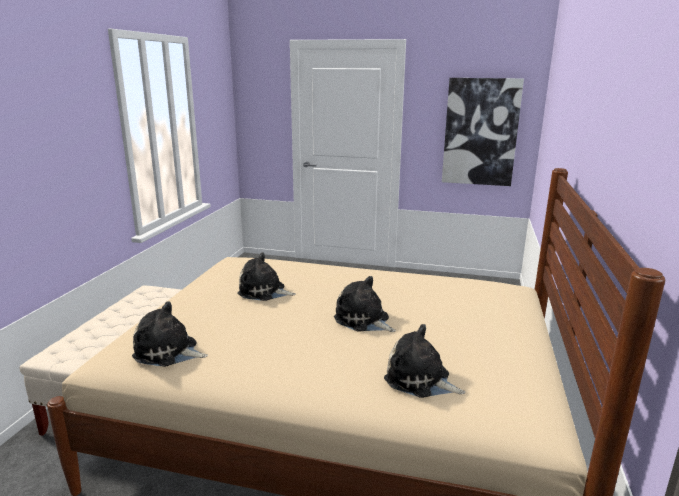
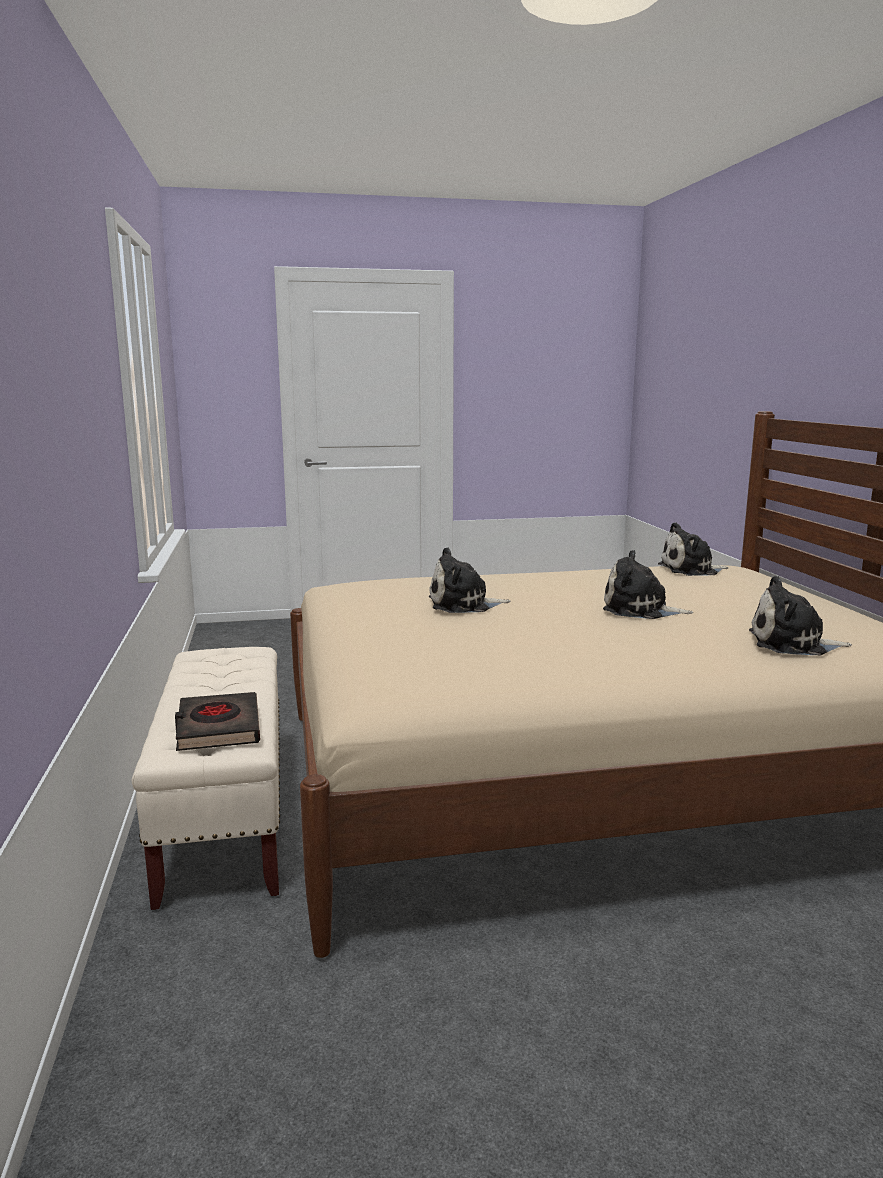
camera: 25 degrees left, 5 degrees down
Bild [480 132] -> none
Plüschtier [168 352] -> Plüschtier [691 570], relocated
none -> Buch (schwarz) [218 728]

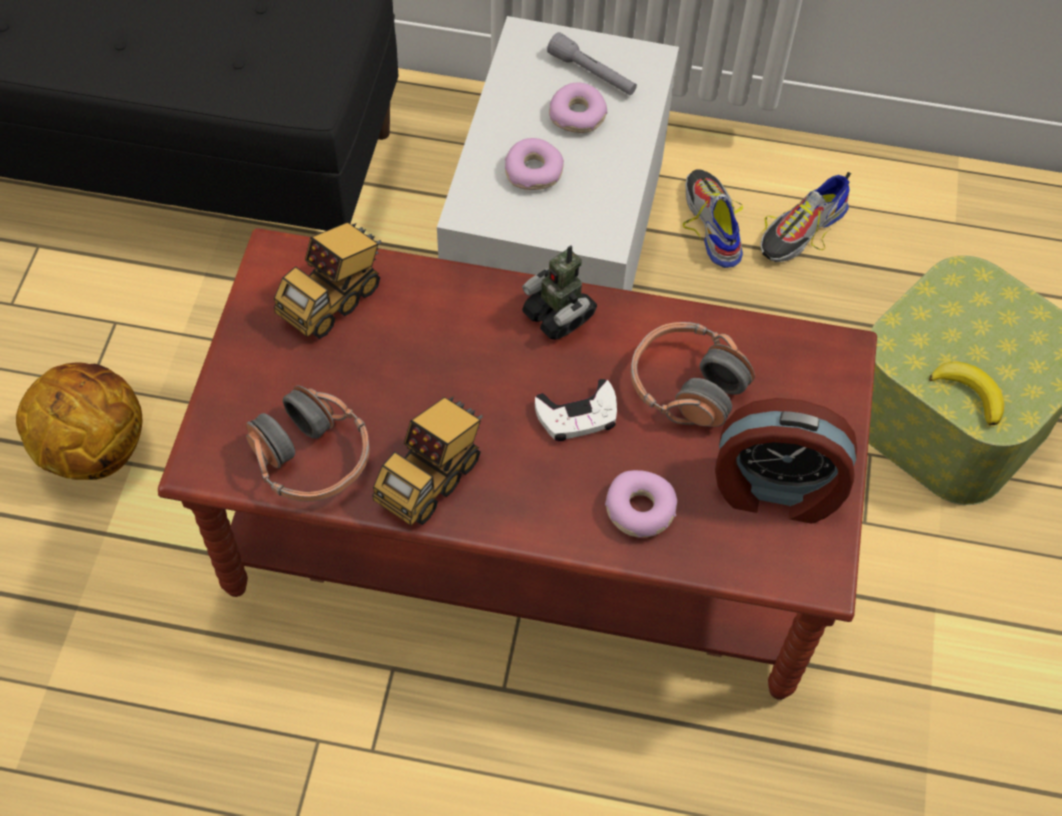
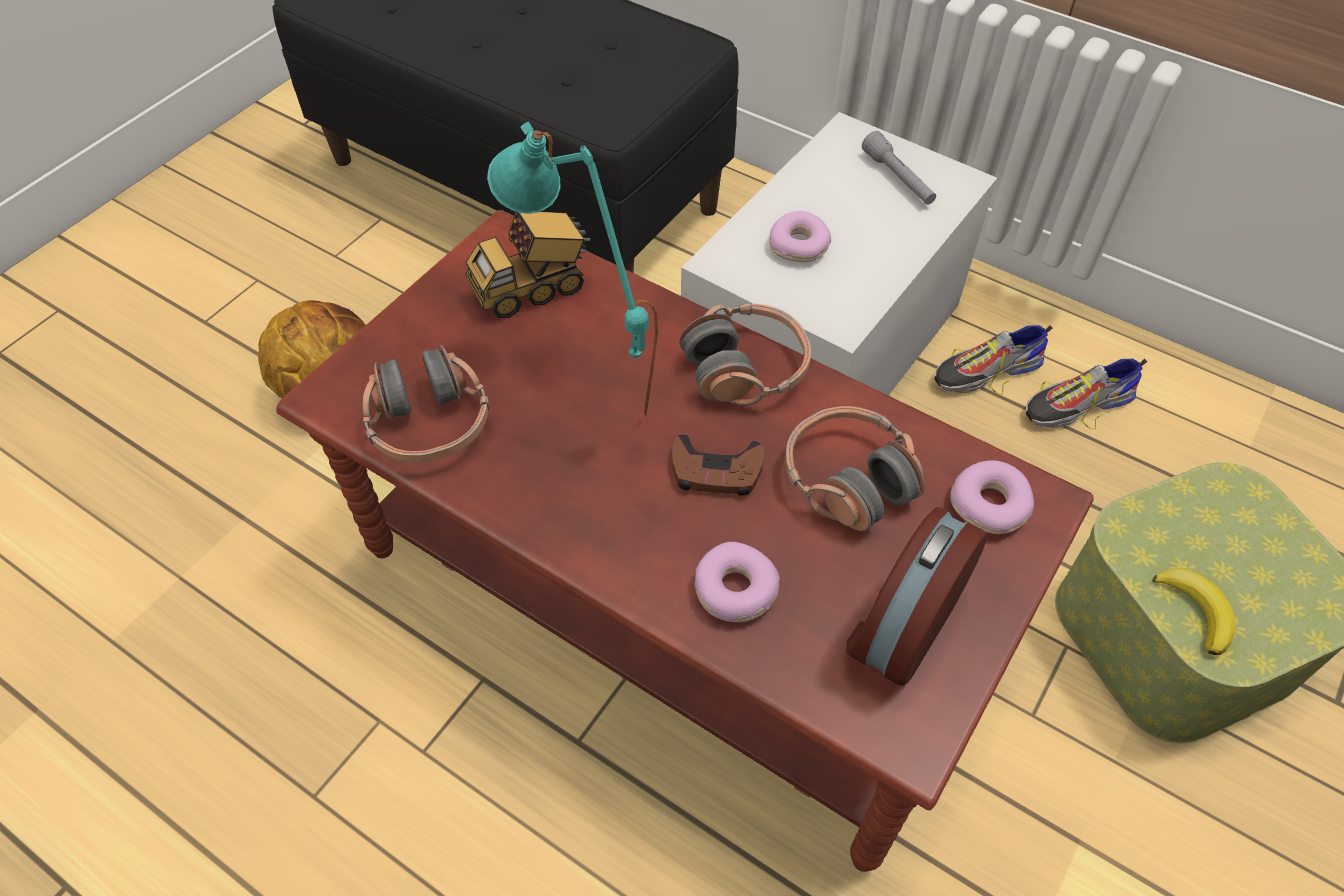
camera: 25 degrees right, 5 degrees down
Donut [578 115] -> Donut [989 505], relocated
Schuh [712 223] -> Schuh [986 371], 120 degrees counterclockwise
Spielzeugroboter [559 315] -> Kopfhörer [746 369]
Gamepad (weiß) [578 415] -> Gamepad (braun) [716 471]
Spielzeuglaster [431 478] -> none
Wecker [776 490] -> Wecker [900 624], 90 degrees clockwise
none -> Tischlampe (türkis) [585 384]

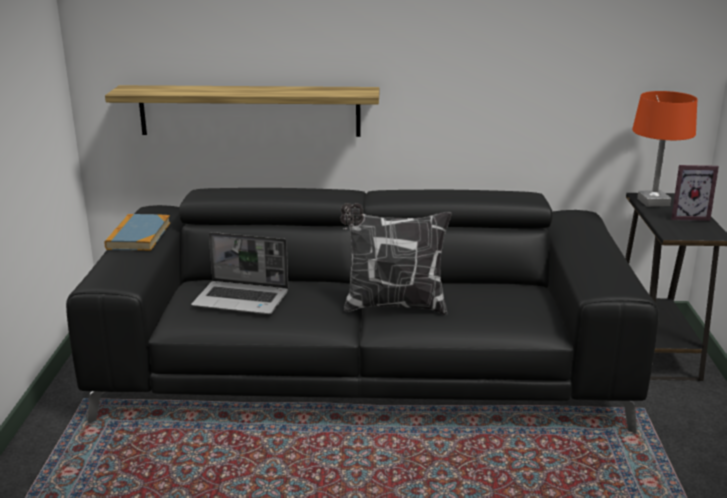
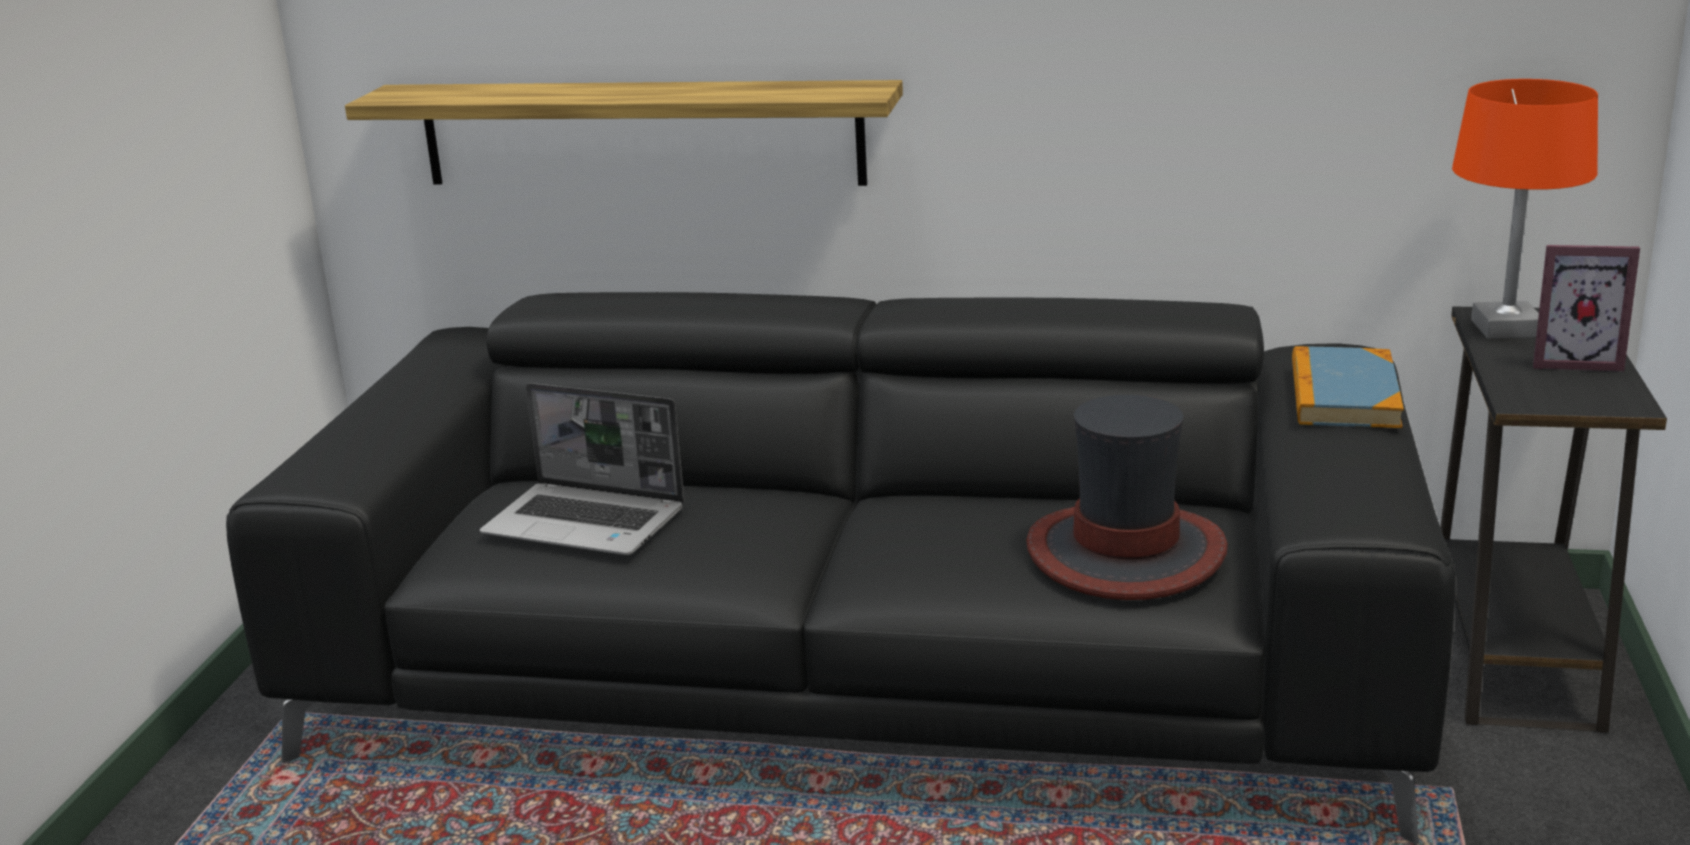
camera: 10 degrees right, 0 degrees up
Kissen [393 305] -> none
Buch [138 236] -> Buch [1343 395], relocated
none -> Hut [1126 552]

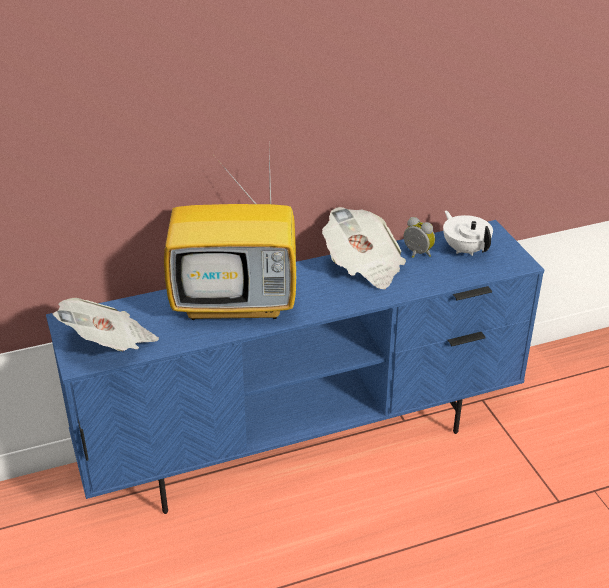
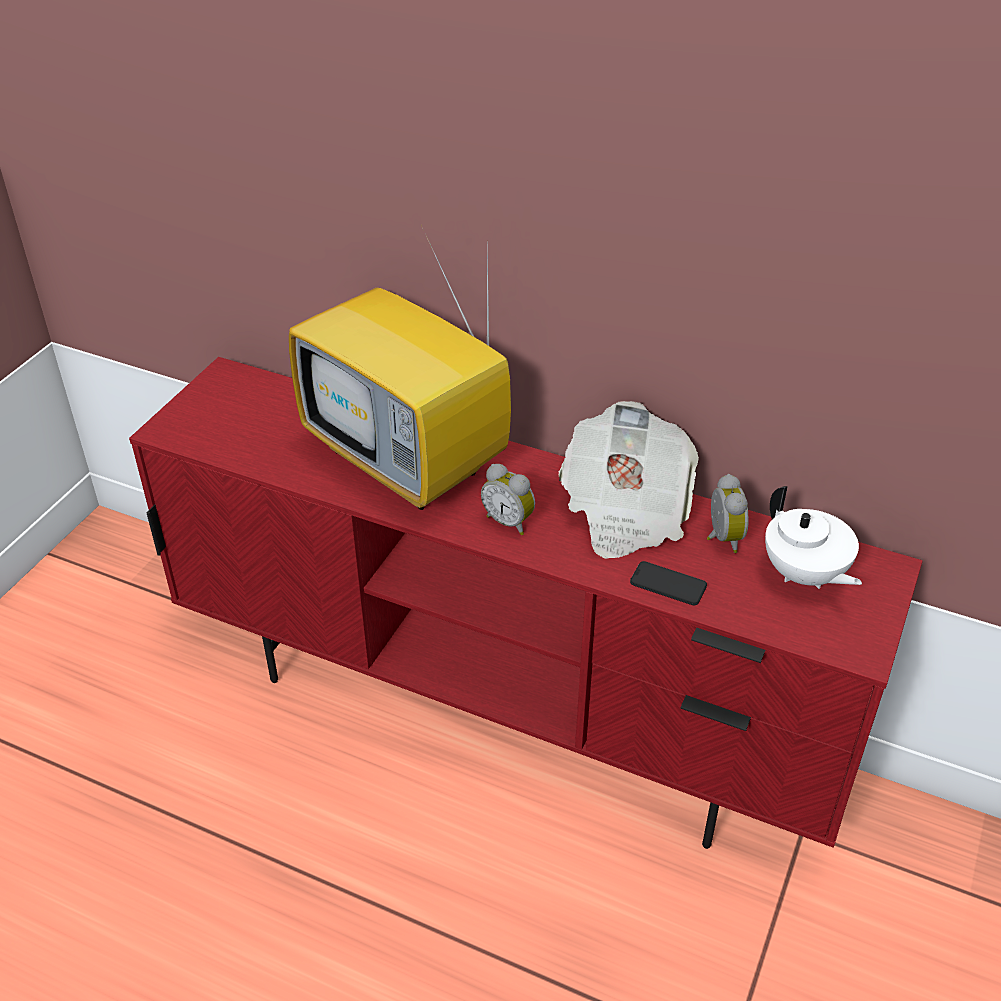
camera: 45 degrees right, 5 degrees up
Teekanne (weiß) [465 249] -> Teekanne (weiß) [804 575], 135 degrees clockwise
Fernsehschrank (blau) [305 443] -> Fernsehschrank (rot) [506 715]
Zeitung [110 344] -> none
none -> Wecker [509 521]
none -> Handy [668 584]

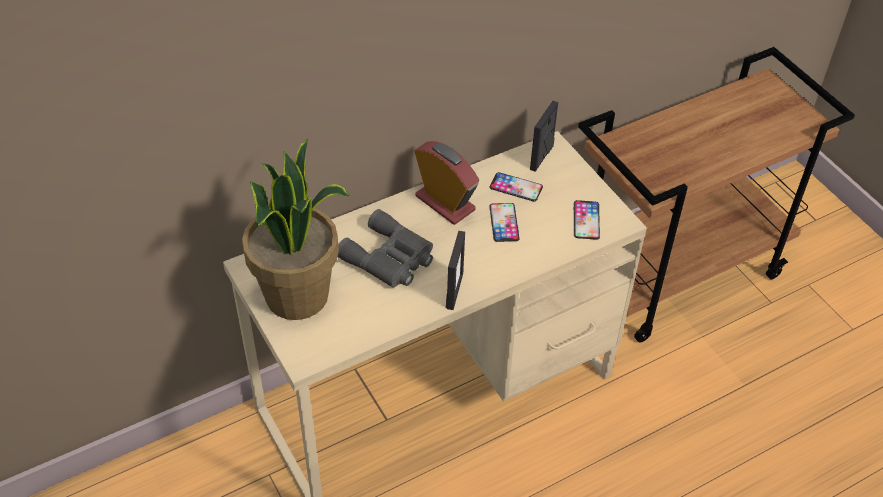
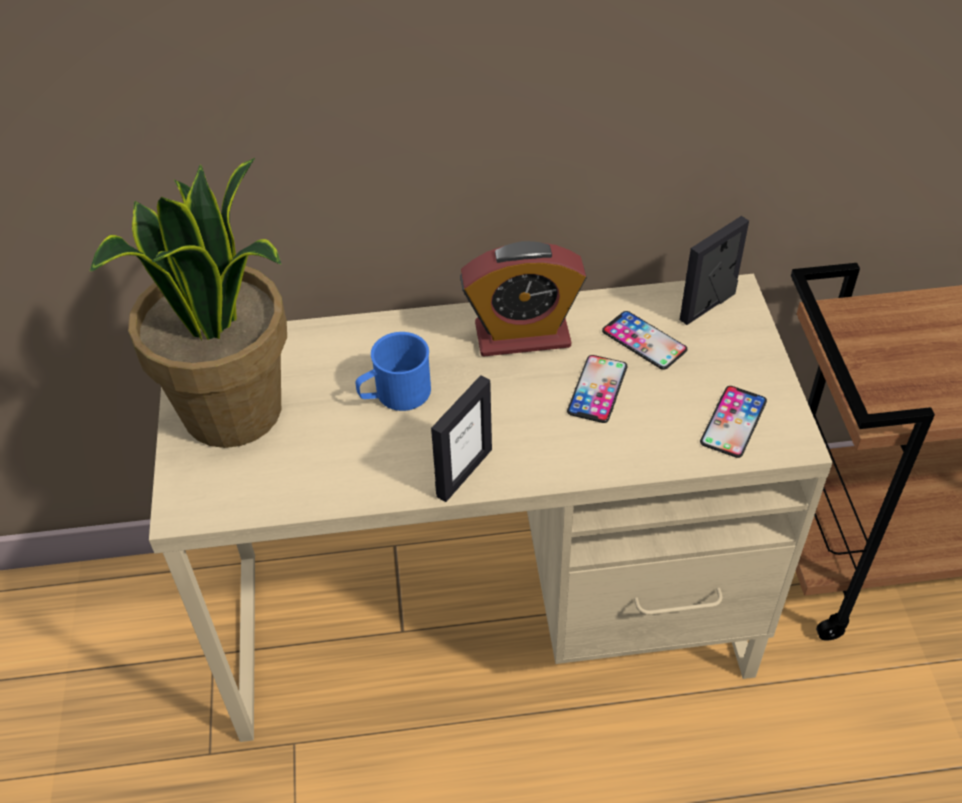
camera: 25 degrees right, 0 degrees up
Wecker [445 203] -> Wecker [522 335], 105 degrees clockwise
Fernglas (grau) [389 258] -> Henkelbecher (blau) [395 395]

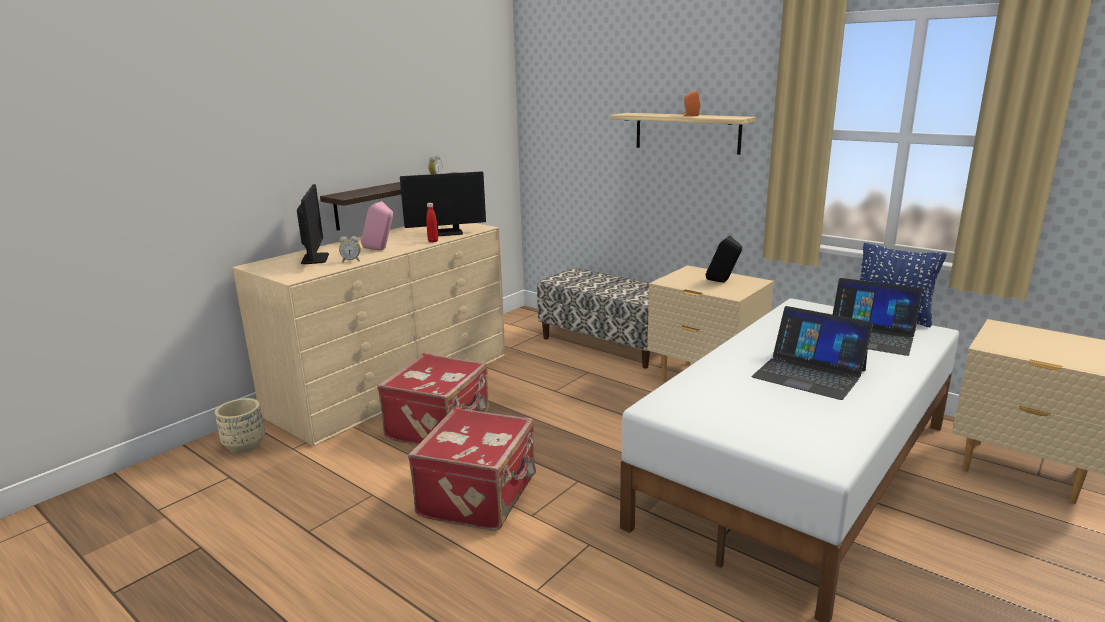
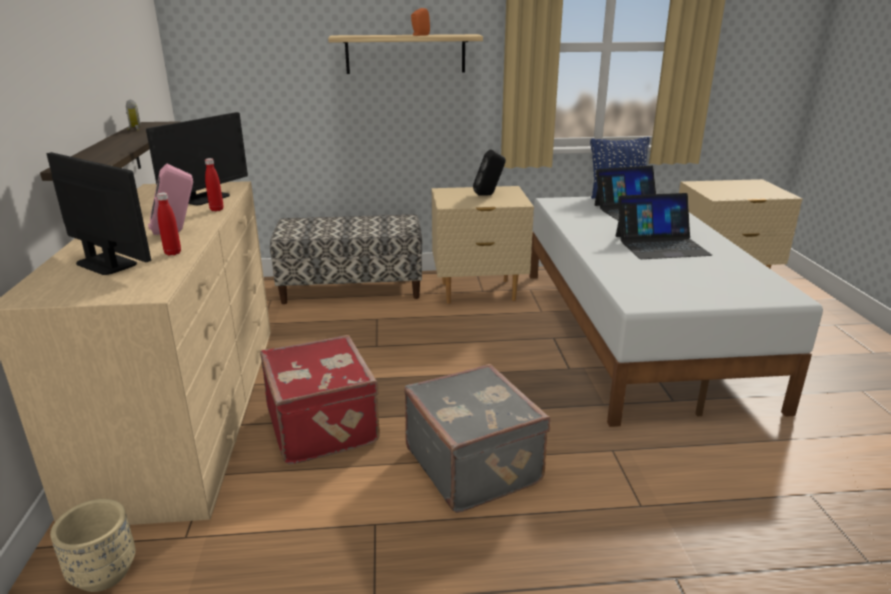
camera: 45 degrees left, 5 degrees up
Wecker [351 261] -> Flasche (rot) [173 253]
Koffer (rot) [480 496] -> Koffer (grau) [474 464]

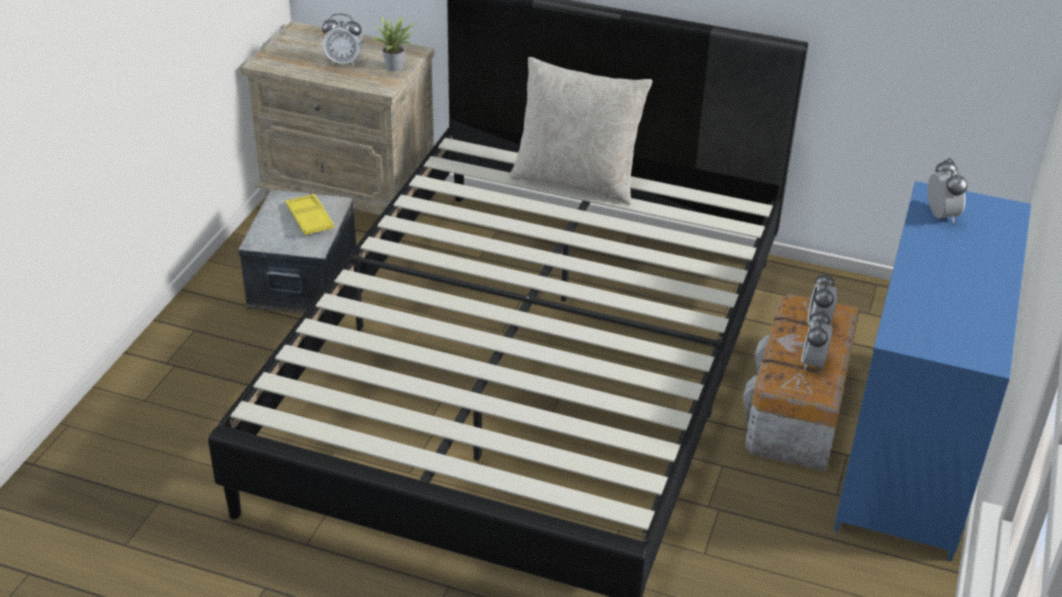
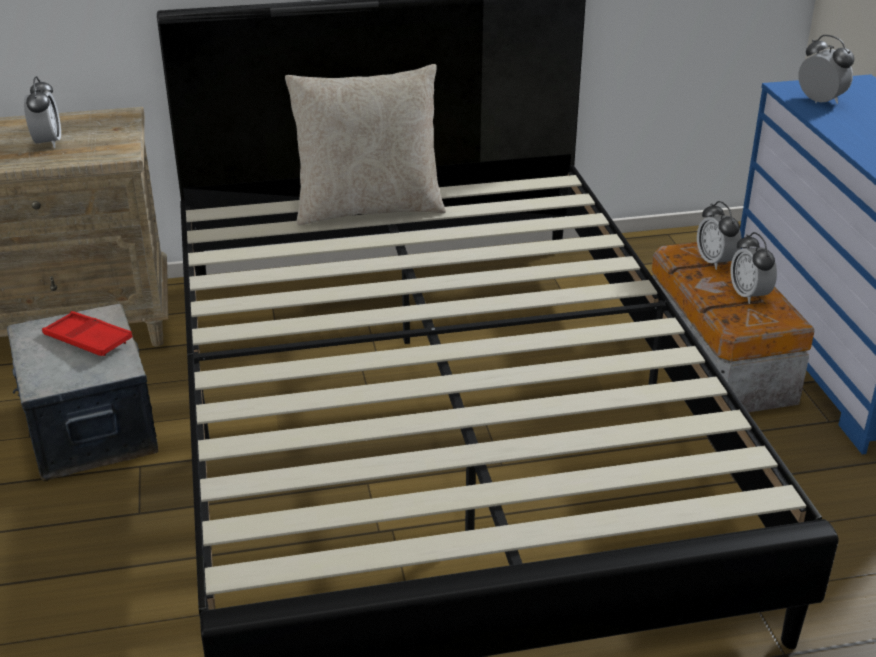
camera: 30 degrees left, 5 degrees down
Wecker [344 62] -> Wecker [47 143], 75 degrees counterclockwise
Topfpflanze [396 67] -> none
Tablett (gelb) [310 219] -> Tablett (rot) [88 340]

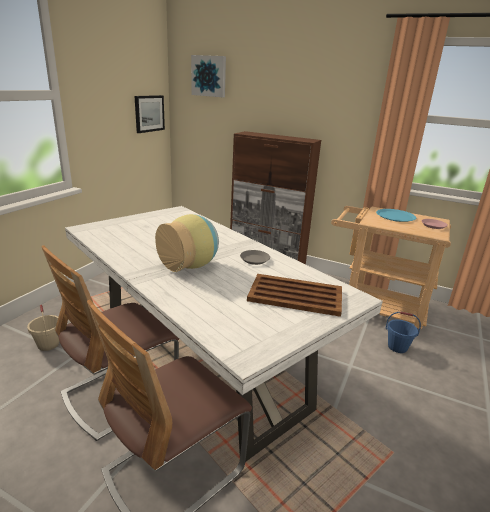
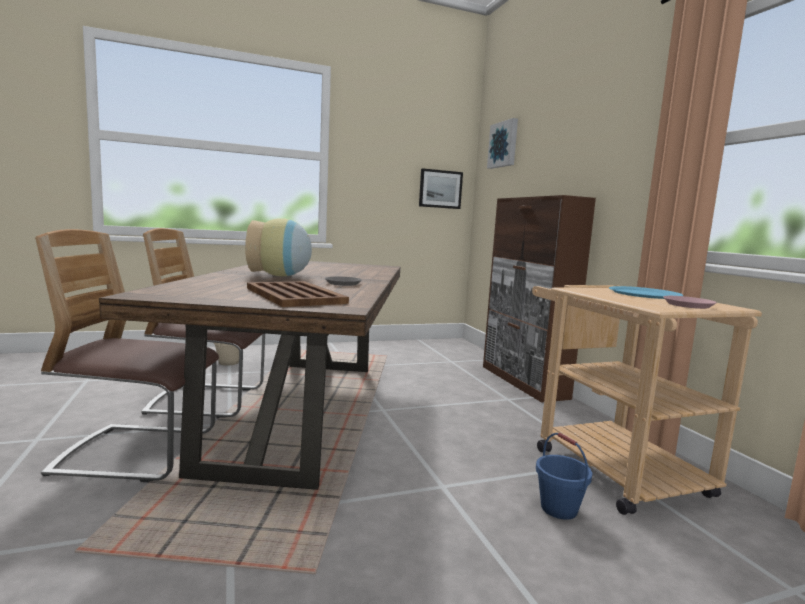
camera: 45 degrees right, 15 degrees down
Esstisch (weiß) [201 360] -> Esstisch (braun) [300 411]

